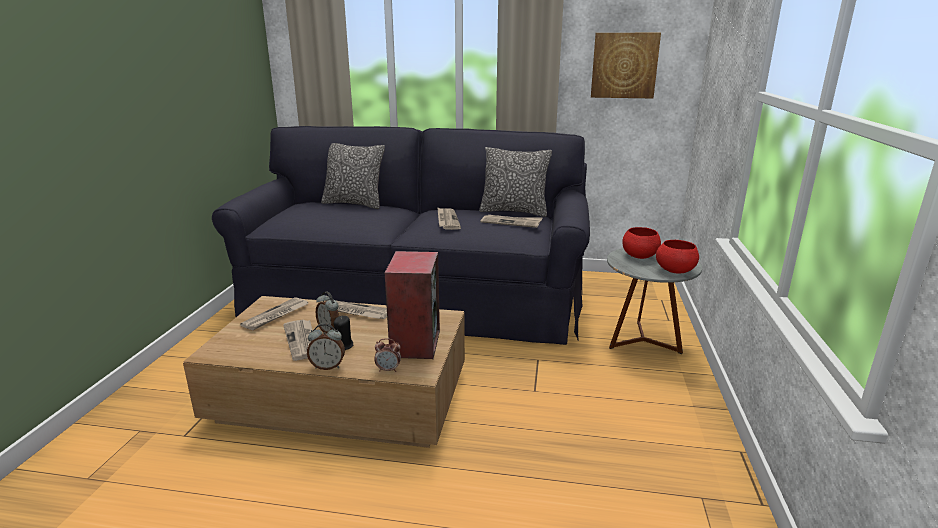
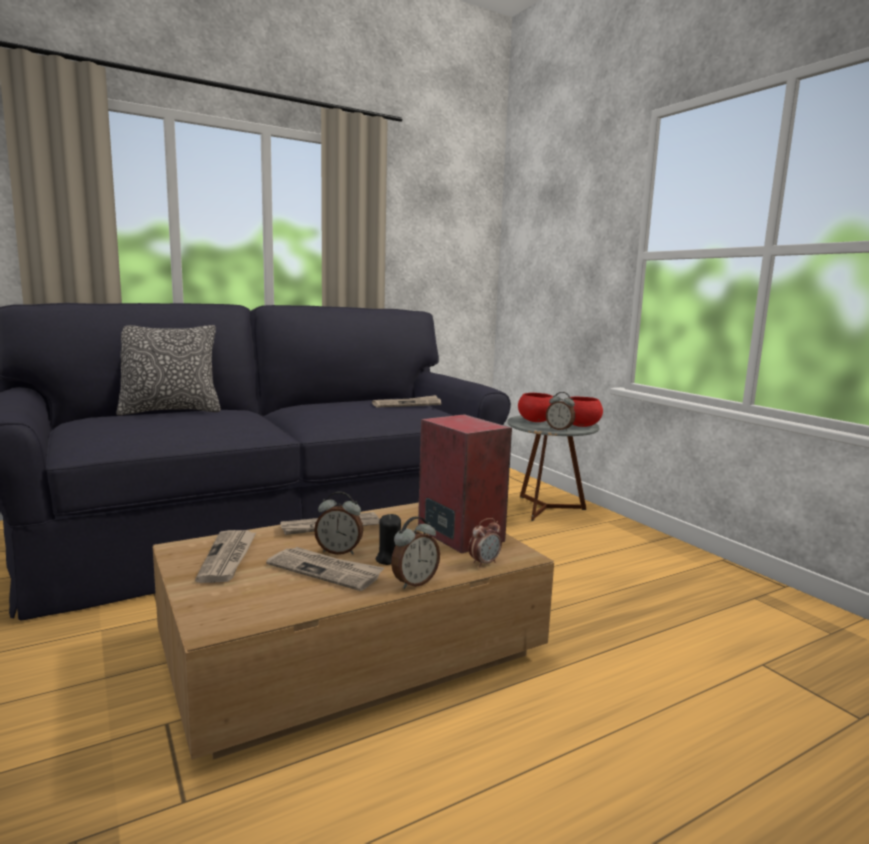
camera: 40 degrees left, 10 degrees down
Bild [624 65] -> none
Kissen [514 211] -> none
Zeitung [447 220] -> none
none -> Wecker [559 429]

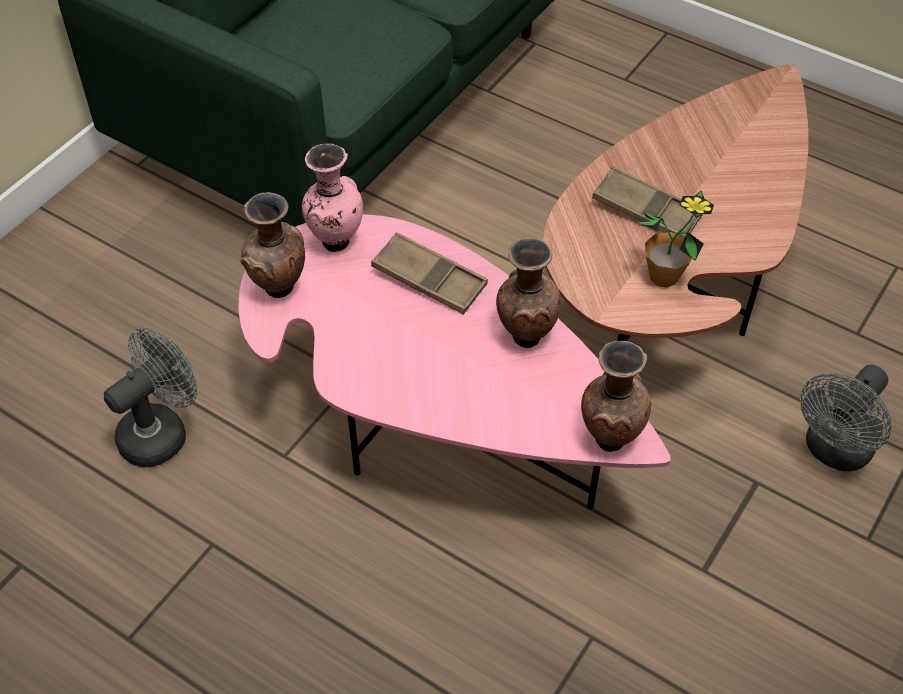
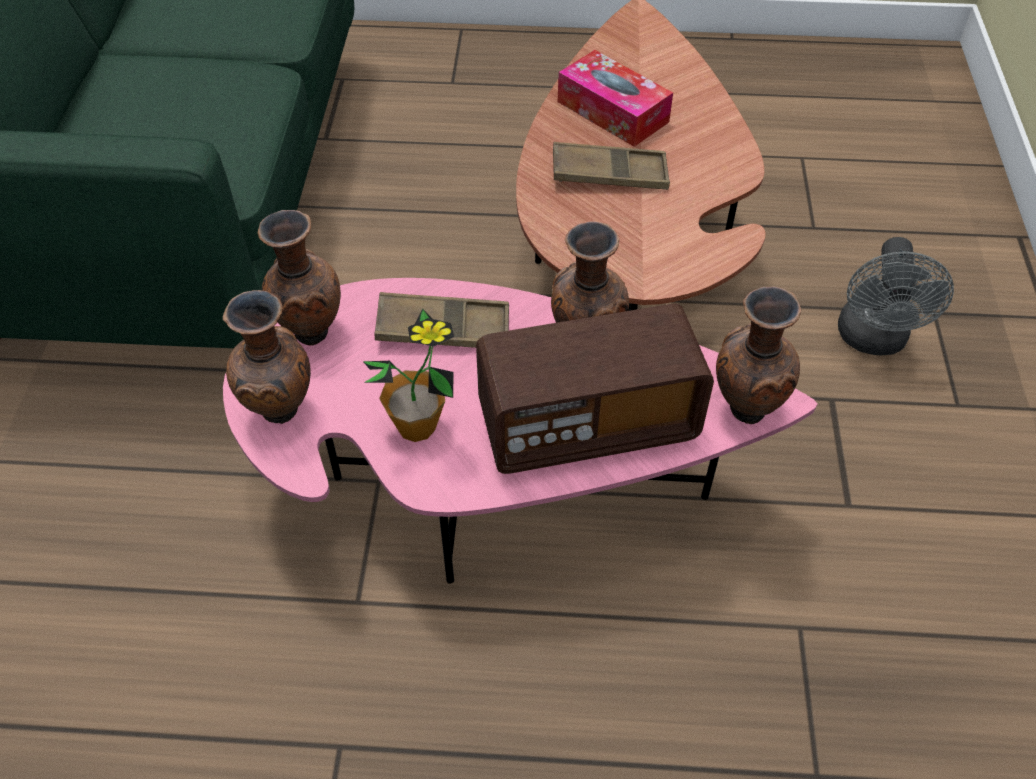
camera: 30 degrees left, 0 degrees up
Vase (rosa) [335 241] -> Vase (braun) [309 332]
Topfpflanze [664 277] -> Topfpflanze [417 426], relocated
Ventilator (grau) [161 431] -> none
none -> Taschentuchbox [612 112]
none -> Radio [587 425]

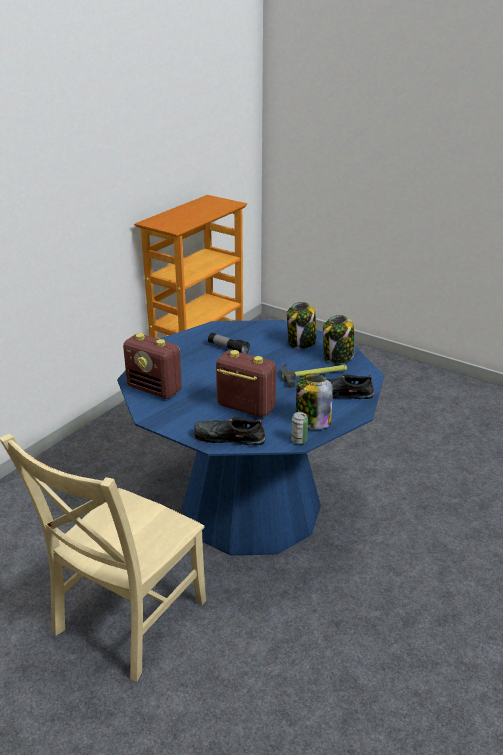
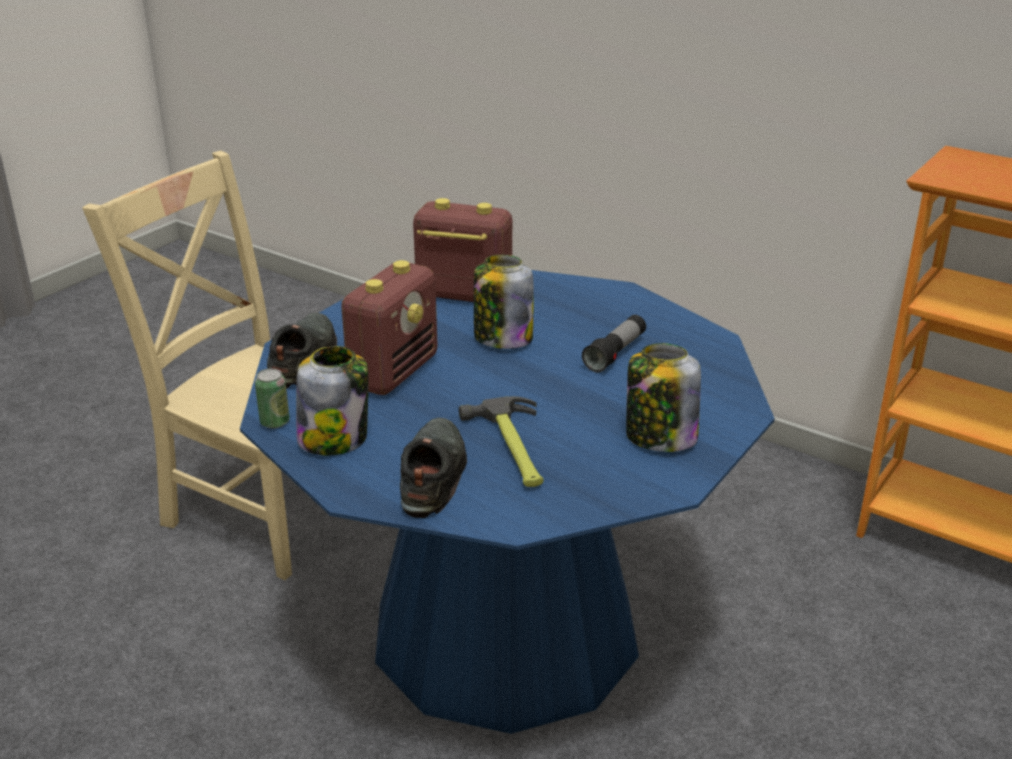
camera: 90 degrees right, 0 degrees up
Vorratsglas [338 357] -> Vorratsglas [502 338], relocated
Radio [155 389] -> Radio [463 295], 75 degrees clockwise

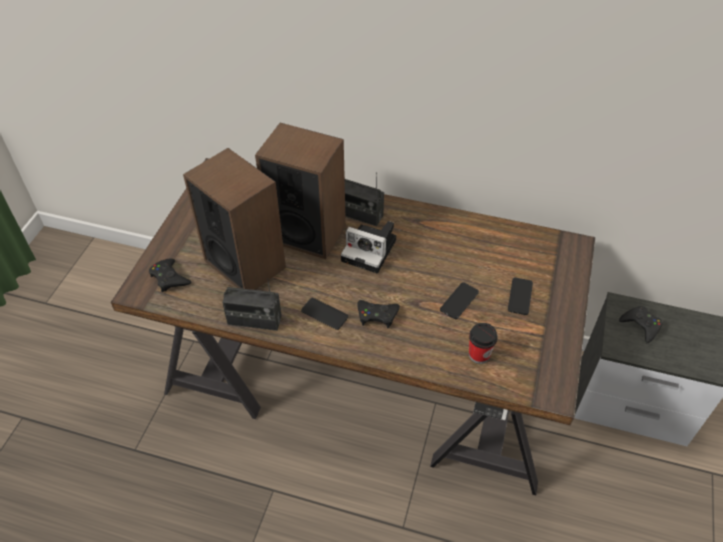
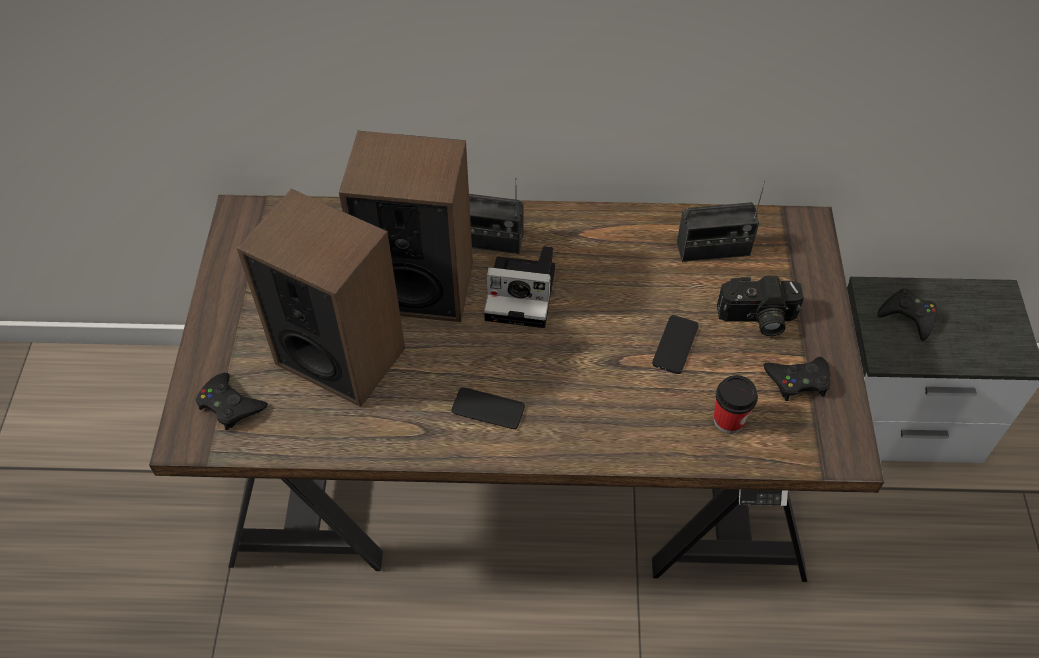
camera: 15 degrees left, 5 degrees up
Handy [520 296] -> Kamera [757 319]
Radio [254 320] -> Radio [713 249], relocated
Gamepad (schwarz) [377 315] -> Gamepad (schwarz) [798 380], relocated

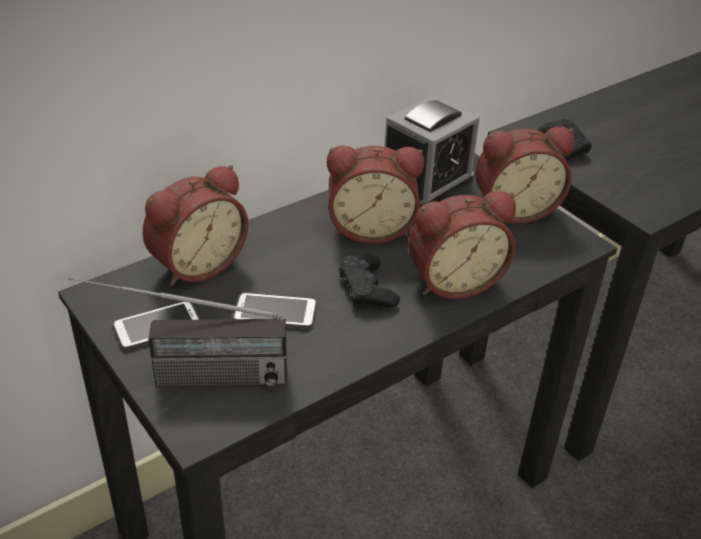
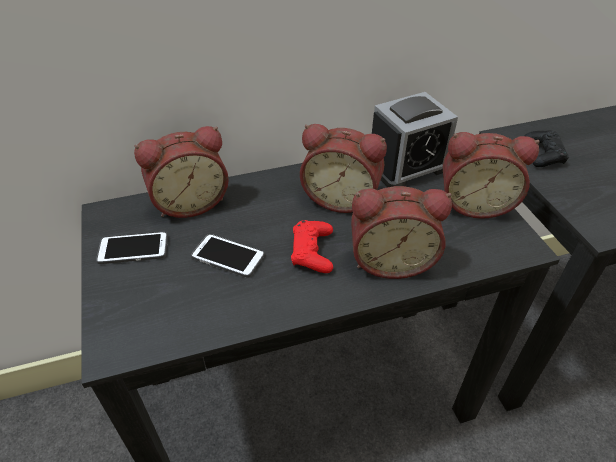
camera: 20 degrees right, 5 degrees up
Gamepad (schwarz) [367 289] -> Gamepad (rot) [312 251]
Radio [186 377] -> none

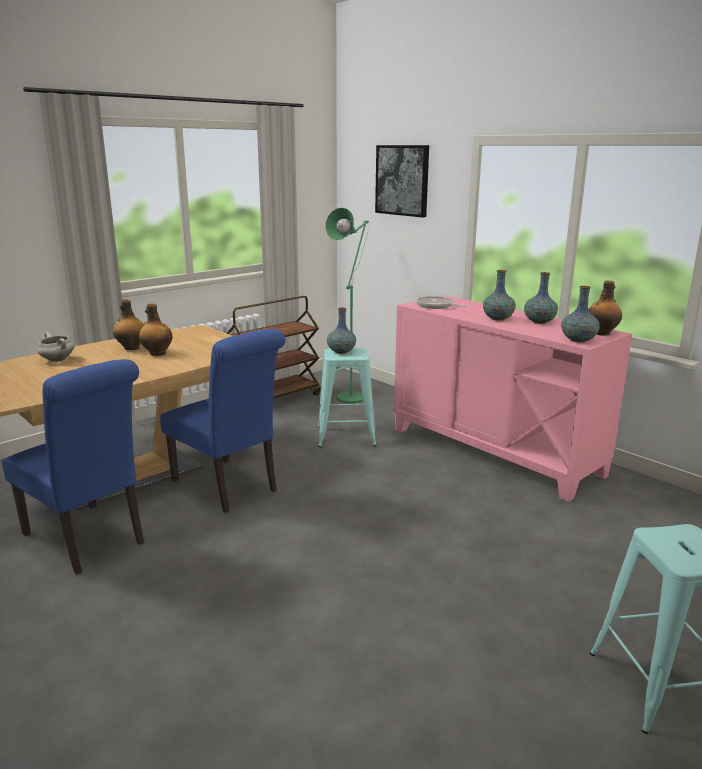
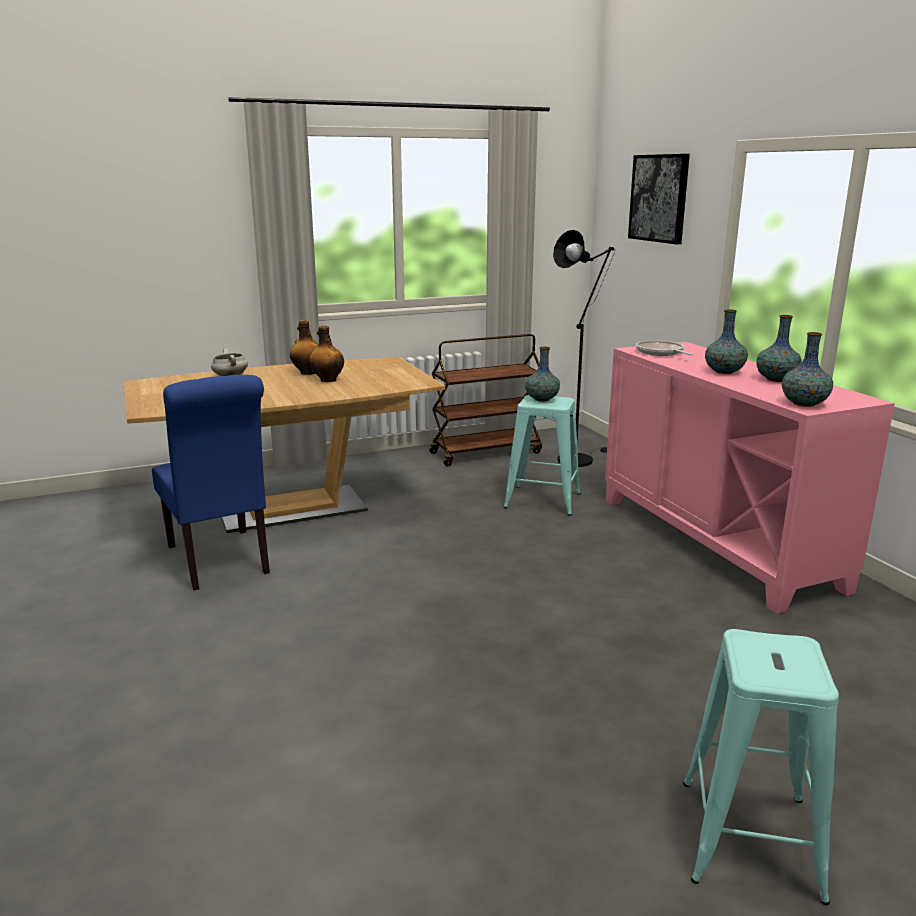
camera: 20 degrees right, 0 degrees up
Stehlampe (grün) [352 396] -> Stehlampe (schwarz) [578 458]
Flasche [602 333] -> none
Stuhl (blau) [229 487] -> none

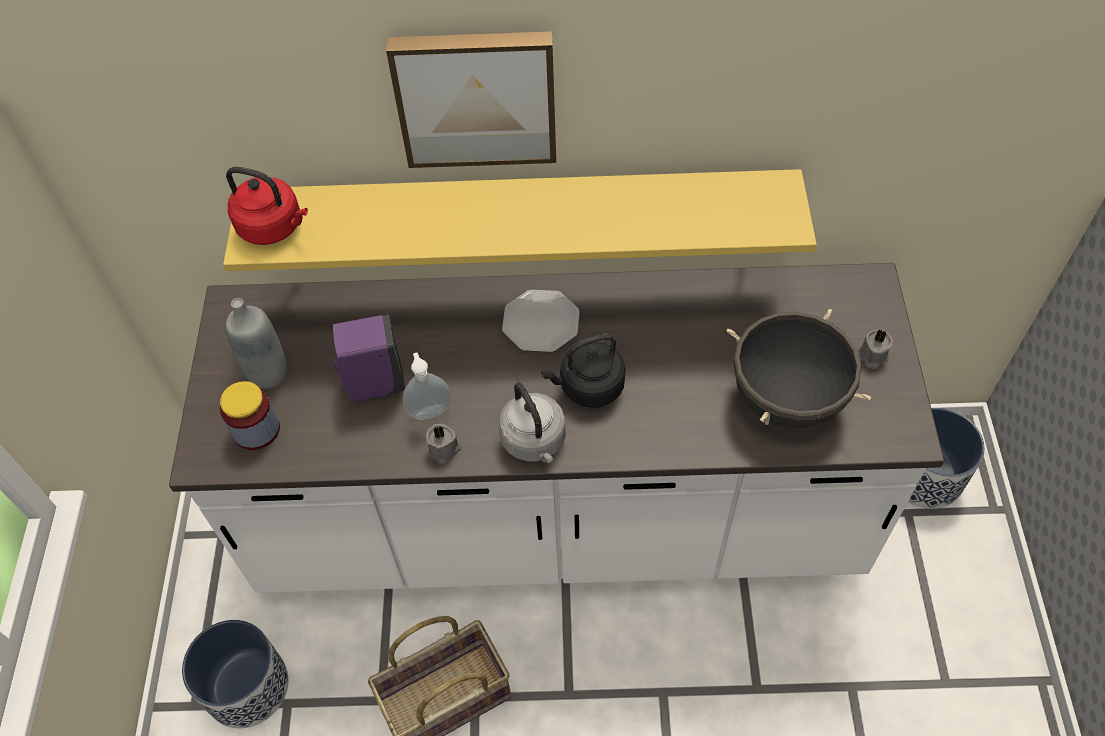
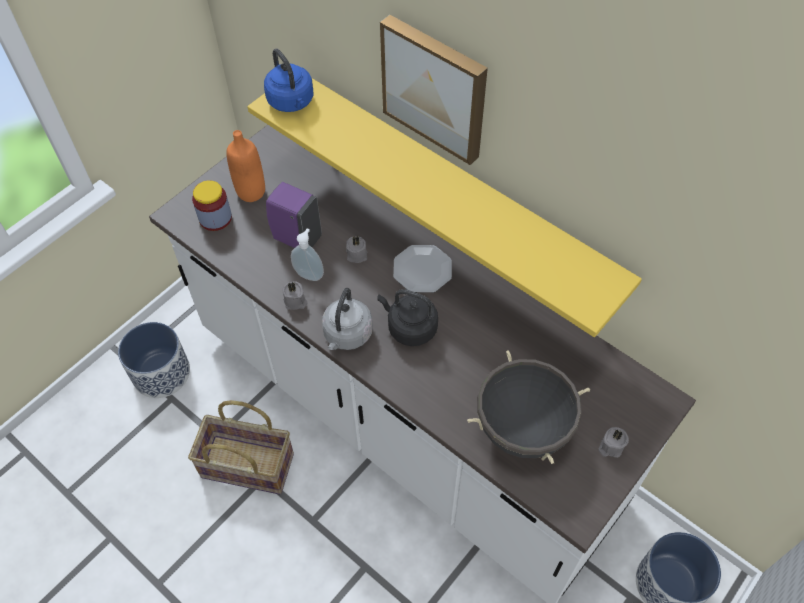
camera: 40 degrees right, 0 degrees up
Wasserkessel (rot) [273 227] -> Wasserkessel (blau) [292 102]
Flasche (grau) [268 373] -> Flasche (orange) [251 192]
none -> Kerze (grau) [356 254]

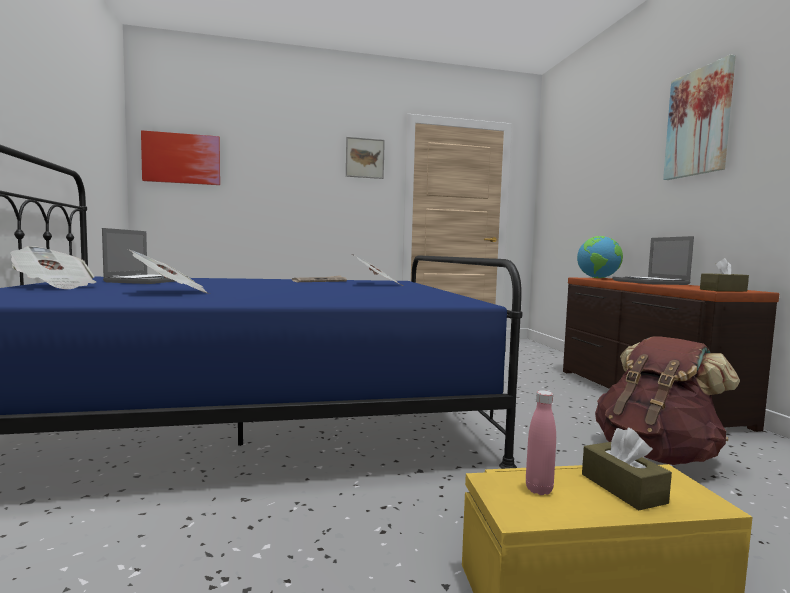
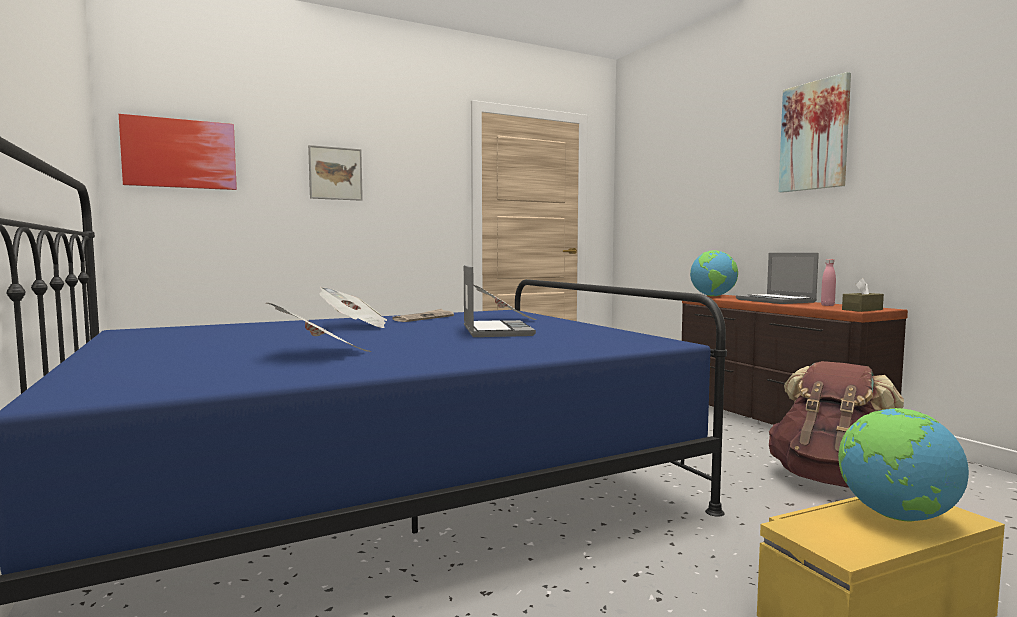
camera: 15 degrees left, 0 degrees up
Bild [365 158] -> Bild [335 173], relocated
Laptop [147 281] -> Laptop [495 331], relocated
Zeitung [55 287] -> Zeitung [355 326], relocated
Flasche (rosa) [539 489] -> Flasche (rosa) [827 305], relocated
Taschentuchbox (braun) [622 488] -> Globus [896 516]

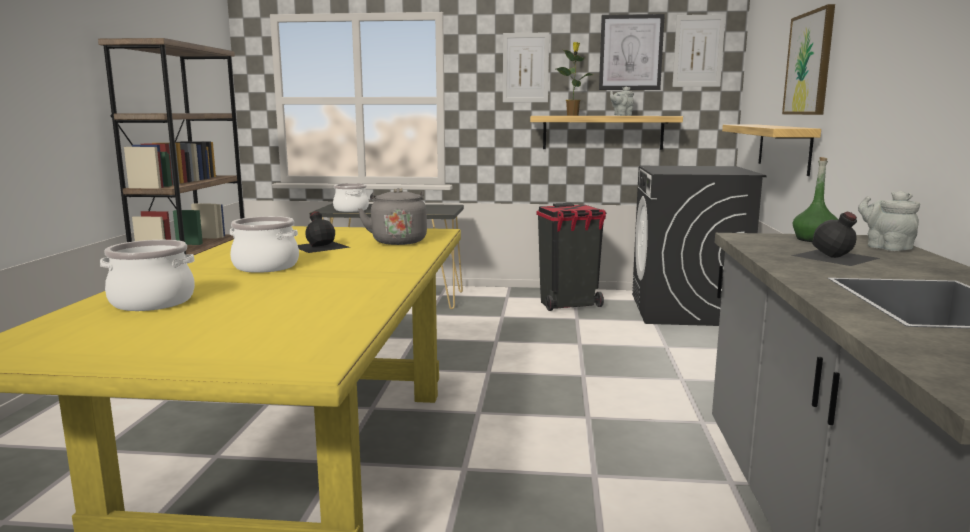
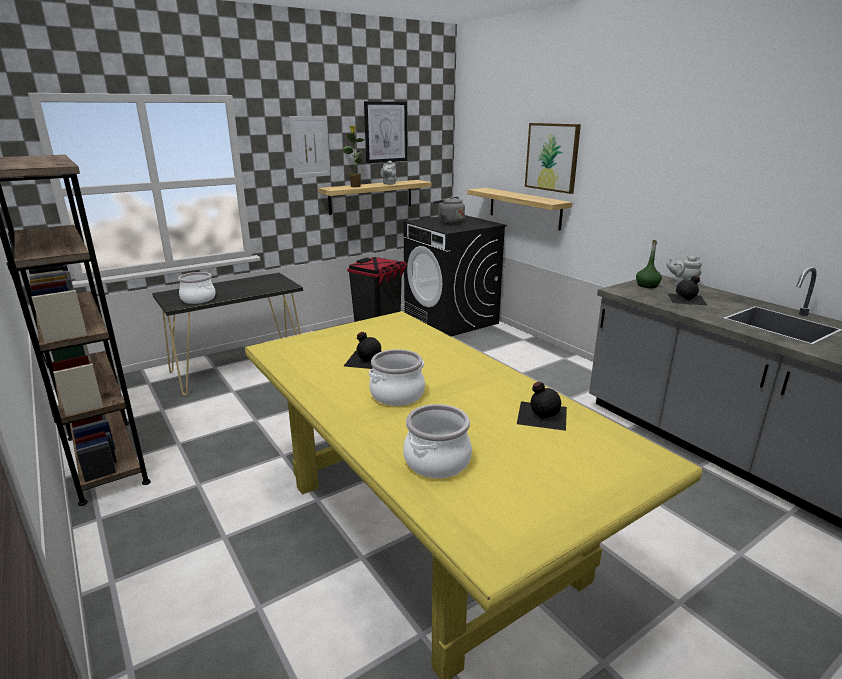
camera: 40 degrees left, 10 degrees up
Bild [698 51] -> none
Wasserkessel (grau) [398 241] -> Wasserkessel (grau) [449 222], relocated
none -> Flasche (schwarz) [541 414]

